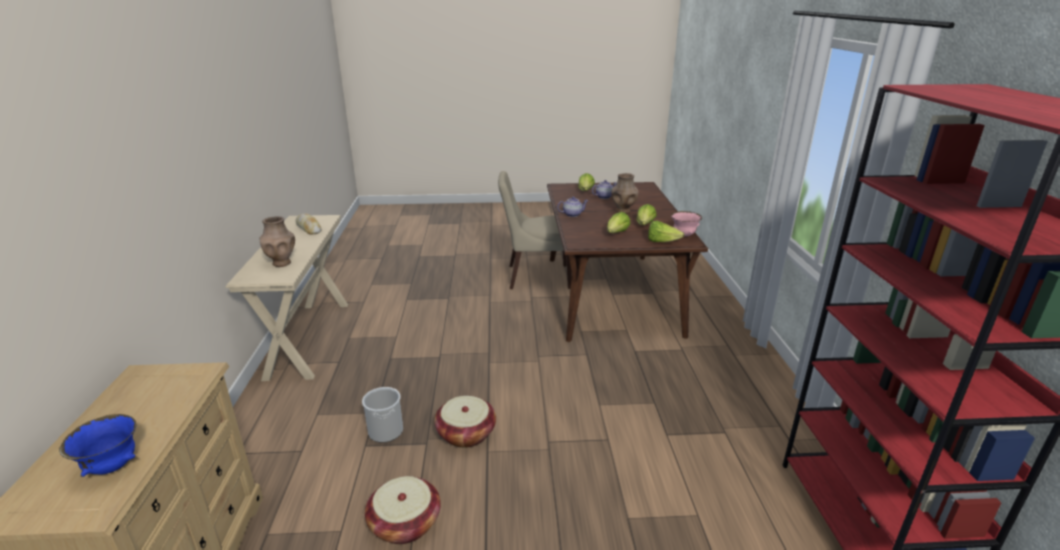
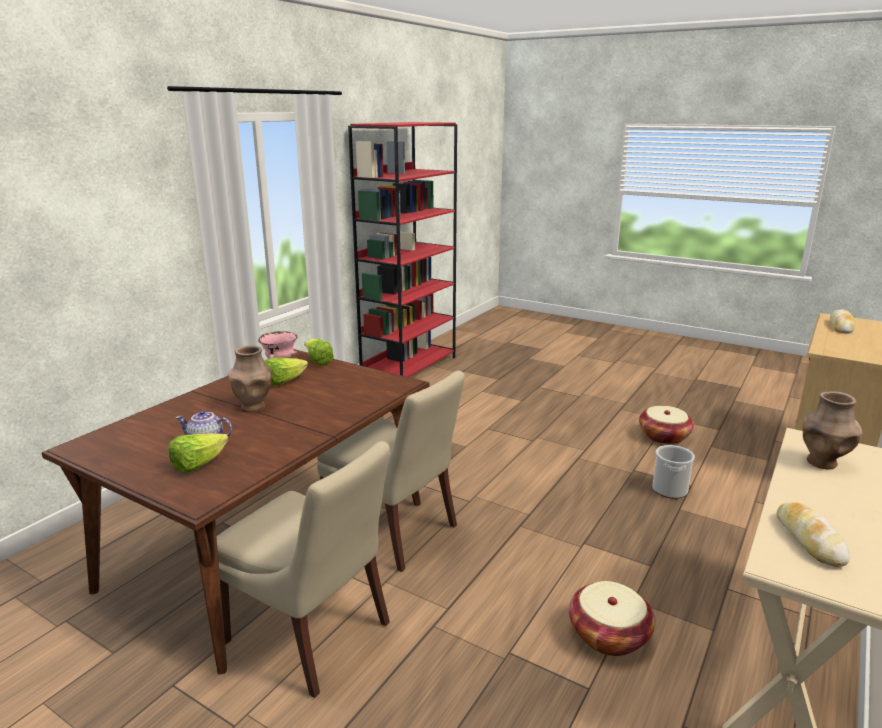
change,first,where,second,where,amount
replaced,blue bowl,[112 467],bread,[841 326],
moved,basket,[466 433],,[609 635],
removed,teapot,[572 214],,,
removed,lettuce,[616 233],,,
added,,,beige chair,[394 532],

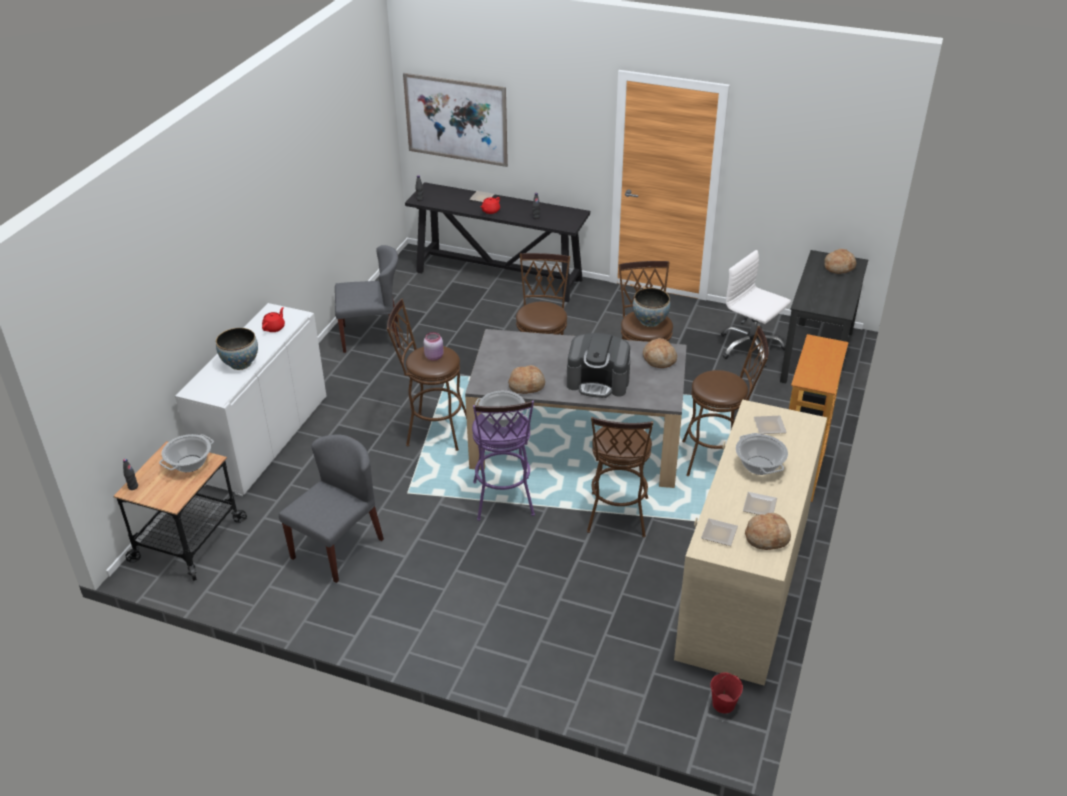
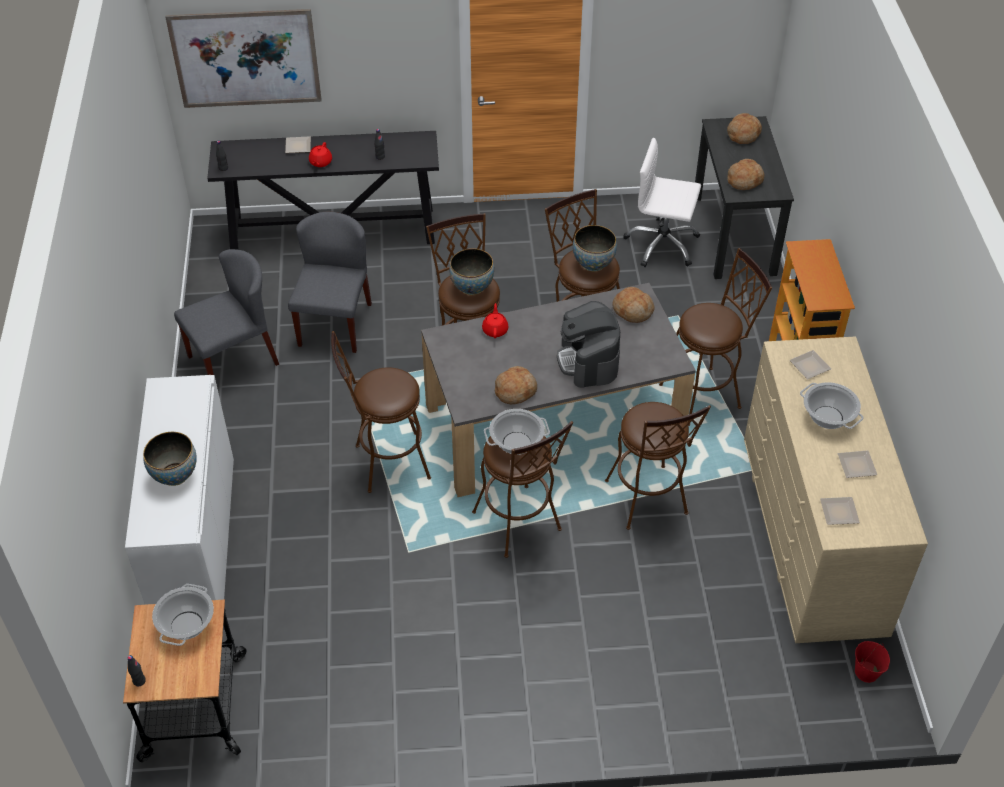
change,first,where,second,where,amount
moved,red teapot,[274 327],,[495 330],
moved,grey chair,[337 548],,[335 324],
removed,pink jar,[434 356],,,
recoloured,purple stool,[503 503],brown stool,[520 526],
turned,coffee machine,[598 382],,[588 361],90 degrees clockwise
moved,bread,[767 537],,[744 180],
added,,,bowl,[472 287],

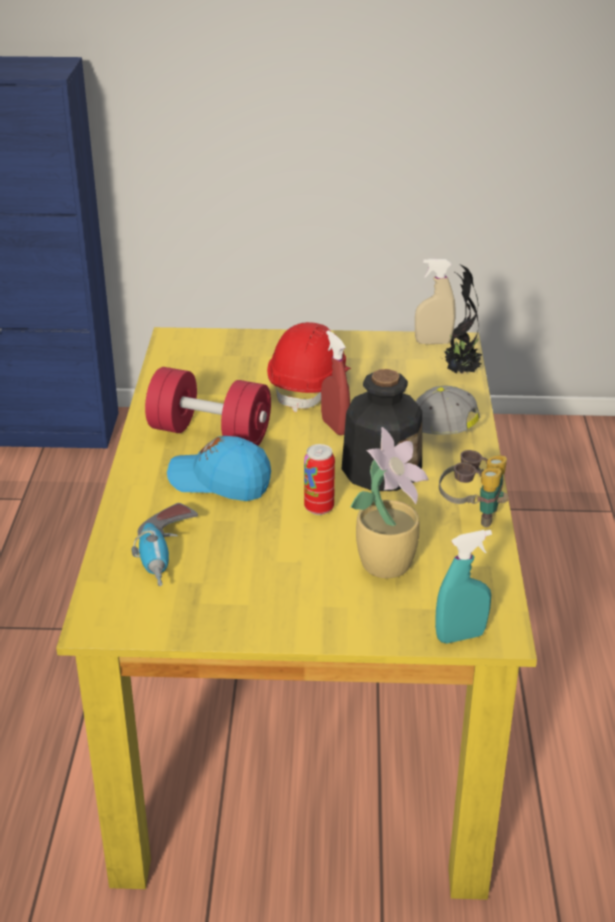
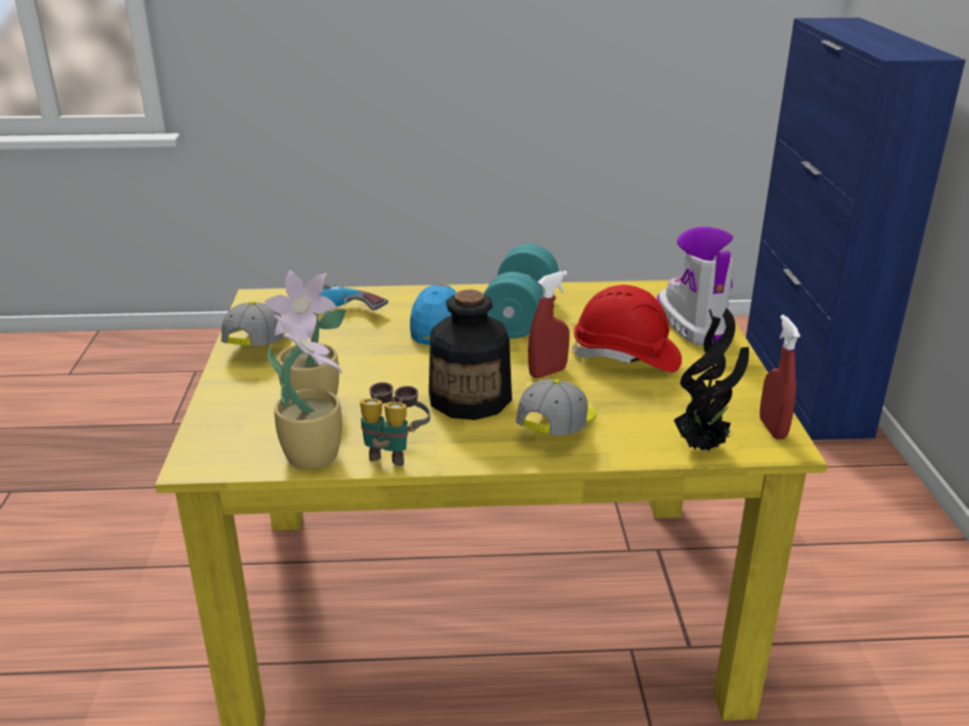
change,first,where,second,where,amount
recoloured,red dumbbell,[210 433],turquoise dumbbell,[519 316],
removed,can,[319 508],,,
recoloured,beige spray bottle,[433 342],red spray bottle,[772 428],
removed,turquoise spray bottle,[460 636],,,
added,,,cap,[260 345],
added,,,potted plant,[313 455],
added,,,boot,[692 323],

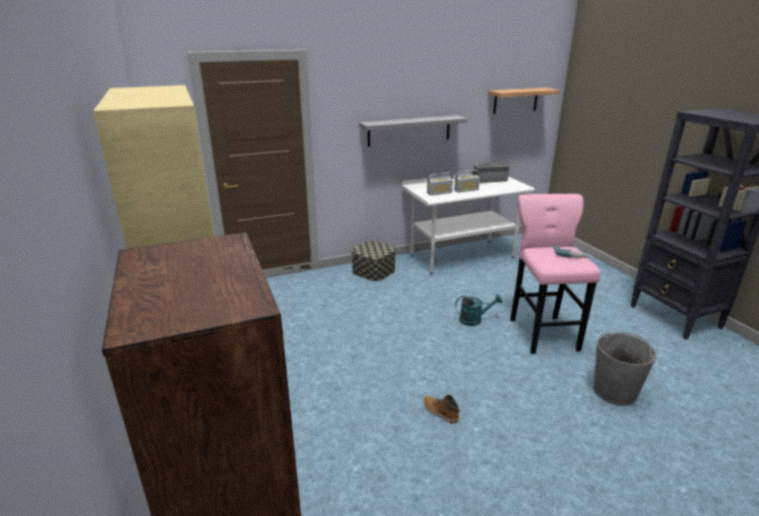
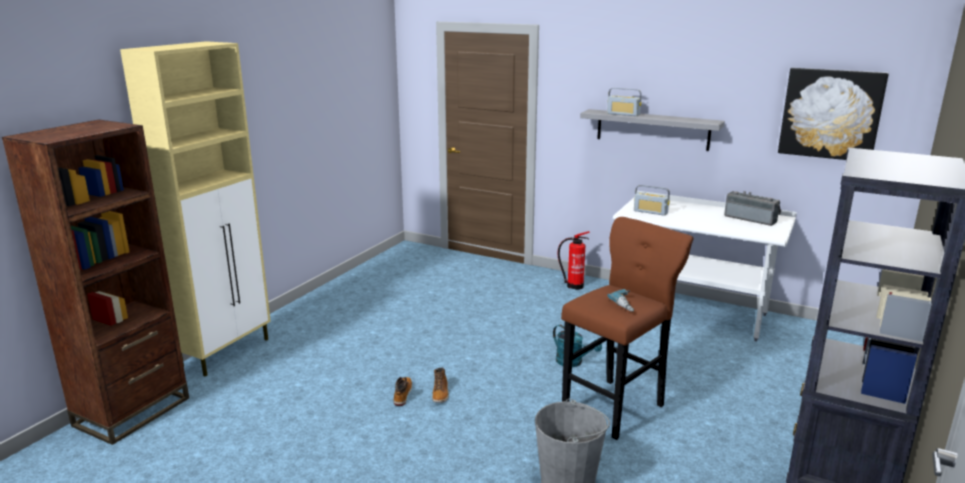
change,first,where,second,where,amount
replaced,storage box,[373 271],fire extinguisher,[573 286],
moved,radio,[466 190],,[623 114],
replaced,shelf,[515 100],picture,[830 114],
recoloured,pink stool,[542 332],brown stool,[616 406],
added,,,boot,[440 393],

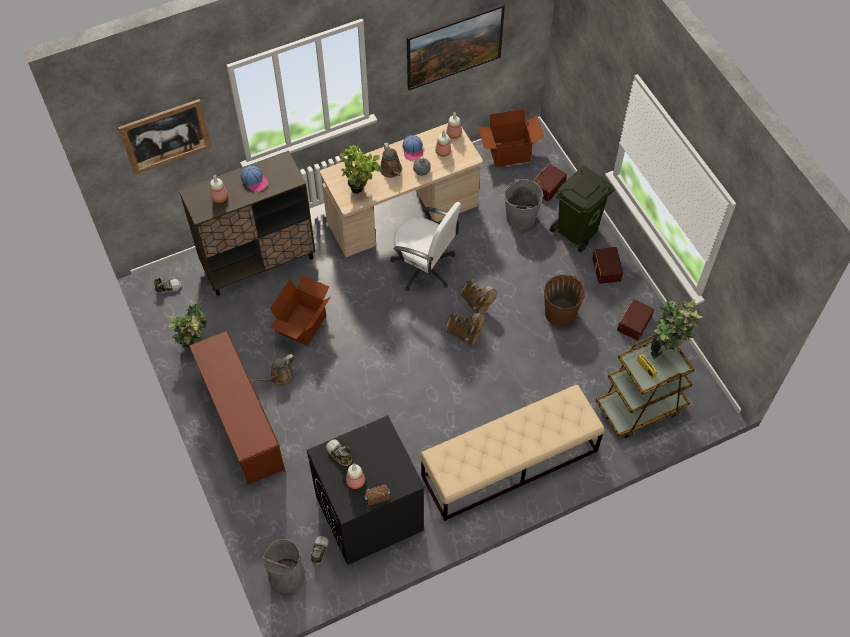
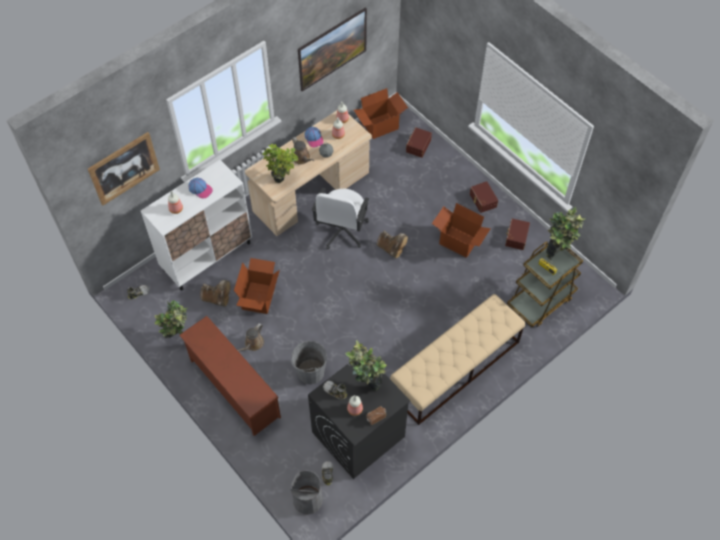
change,first,where,second,where,amount
recoloured,brown cabinet,[259 262],white cabinet,[207 256],
turned,white office chair,[424 267],,[341 230],90 degrees clockwise
moved,brown boot,[464 334],,[217 299],
moved,grey bucket,[520 217],,[310 372],
replaced,brown bucket,[560 313],cardboard box,[458 242],
removed,green trash can,[577 231],,,
added,,,potted plant,[366 382],

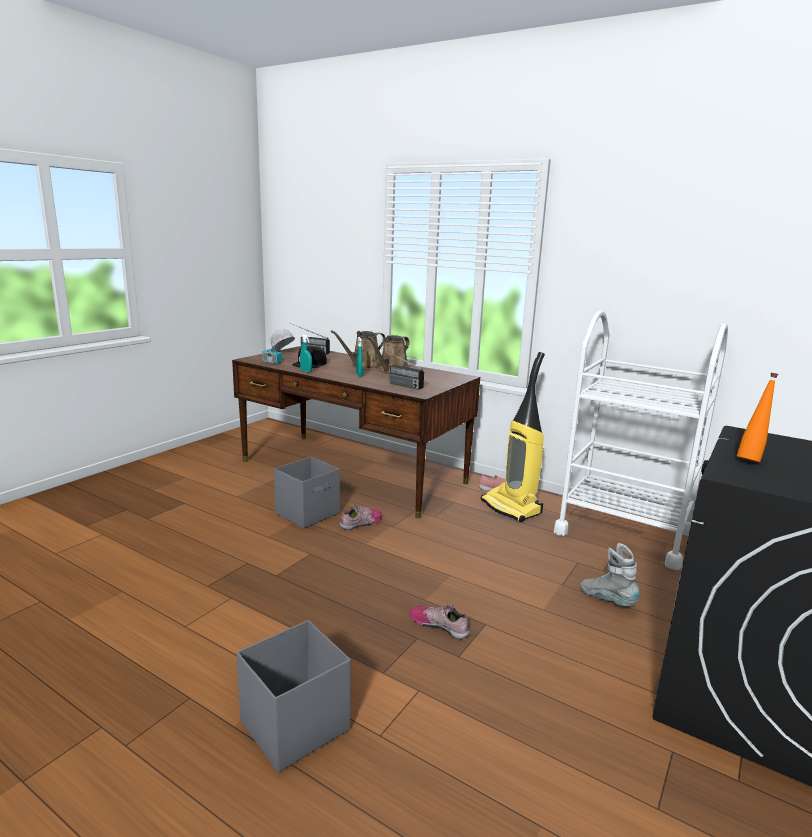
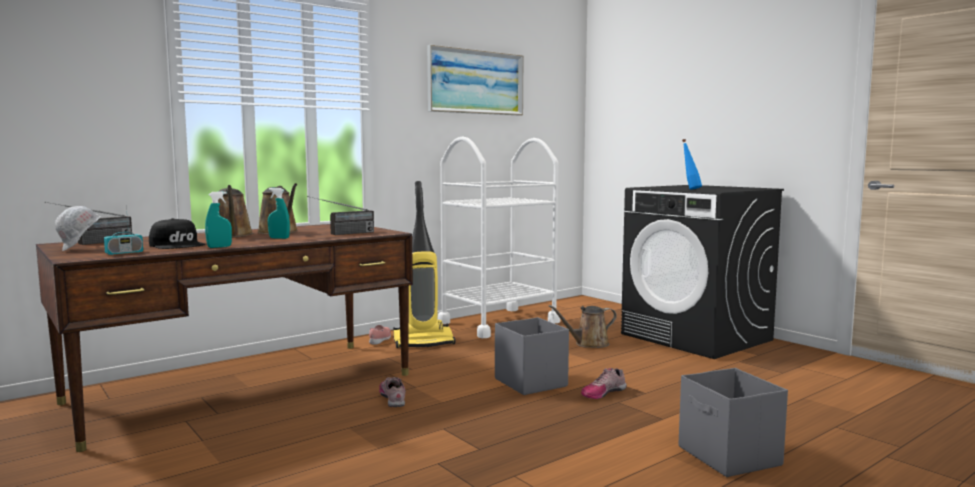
change,first,where,second,where,amount
moved,grey storage box,[308 513],,[530 382],
replaced,grey boot,[607 600],brown watering can,[588 344],
recoloured,orange bottle,[750 459],blue bottle,[690 189],
added,,,picture,[476 82],

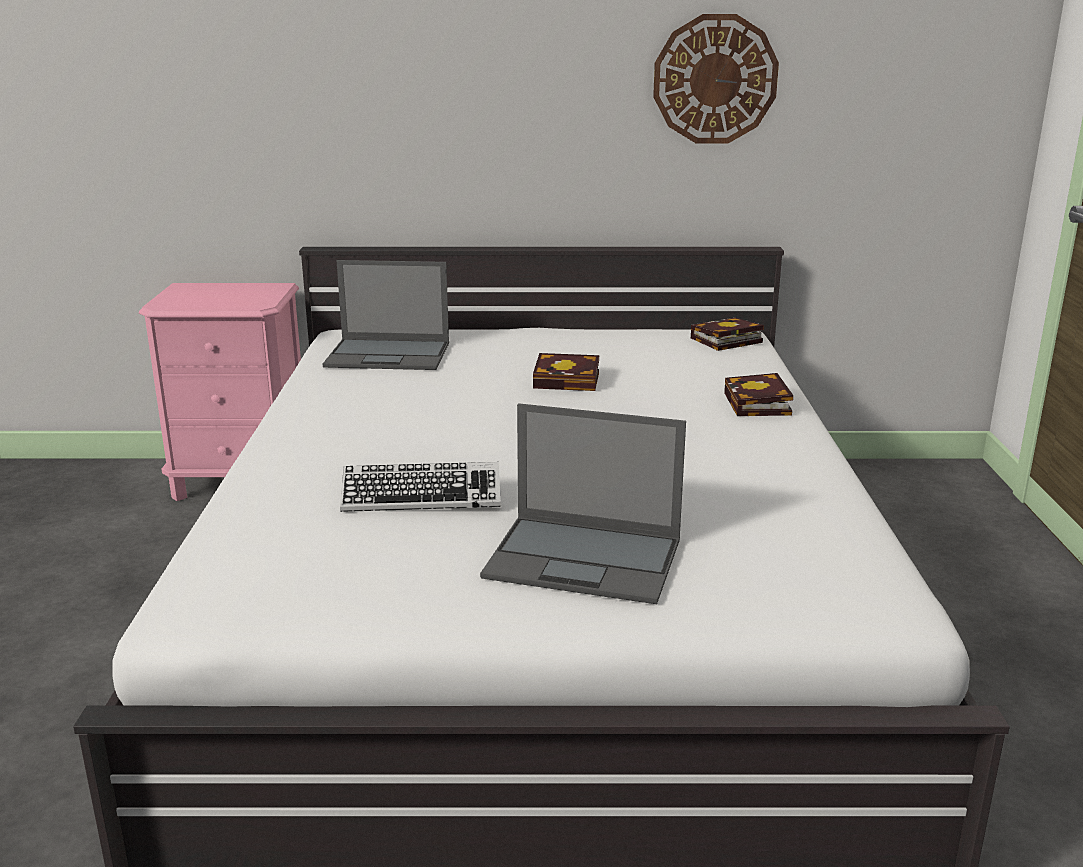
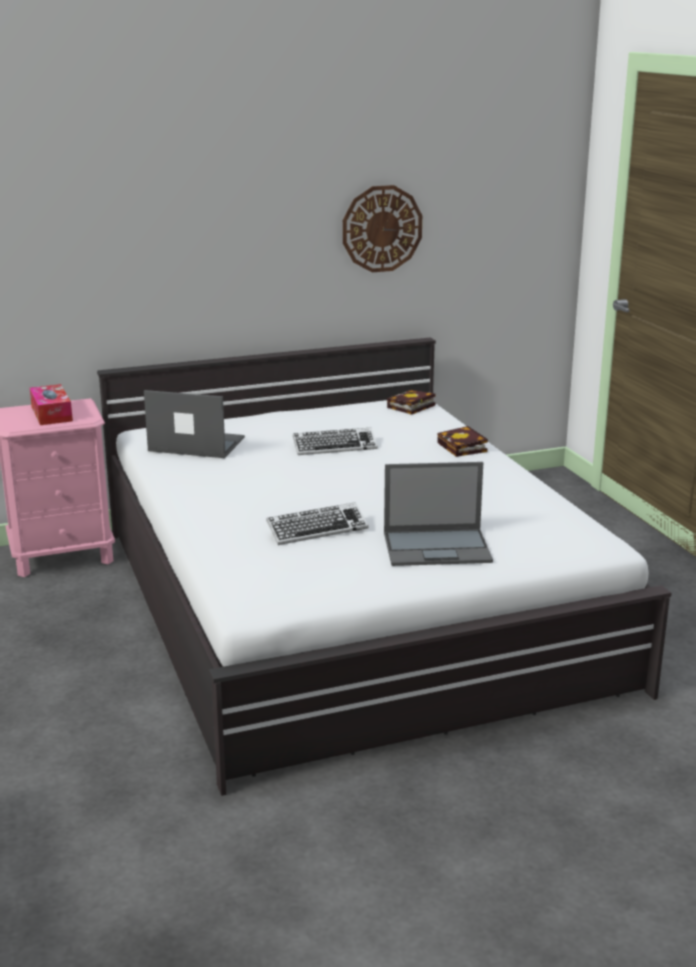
change,first,where,second,where,amount
turned,laptop,[389 355],,[195 444],150 degrees counterclockwise
replaced,book,[570 380],keyboard,[335 447],
added,,,tissue box,[51 414],

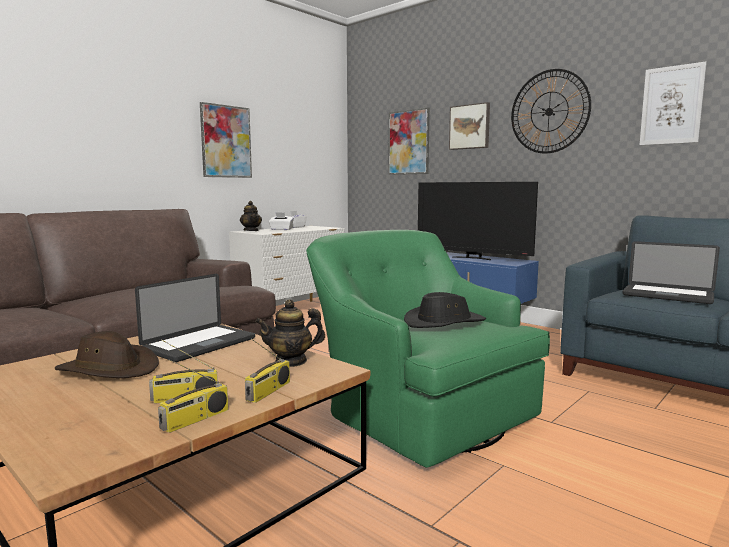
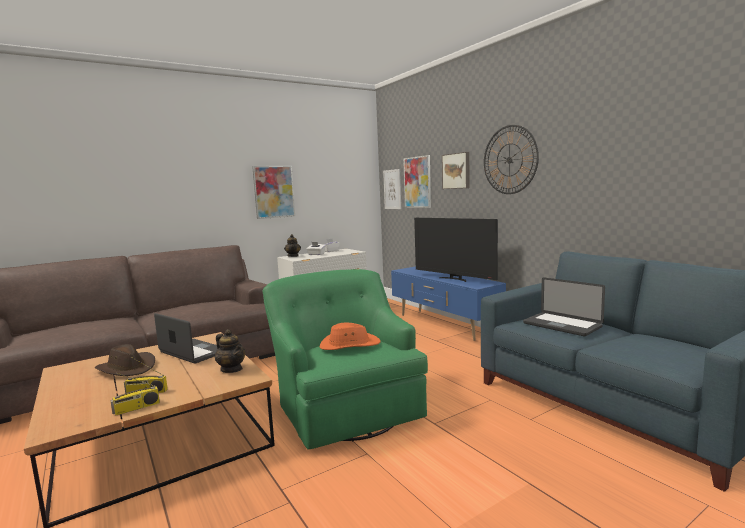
change,first,where,second,where,amount
turned,laptop,[200 344],,[193 352],105 degrees counterclockwise
removed,radio,[268 391],,,
turned,teapot,[291 361],,[231 369],135 degrees counterclockwise
recoloured,black hat,[444 322],orange hat,[349 345],
moved,picture,[671 105],,[392 189],

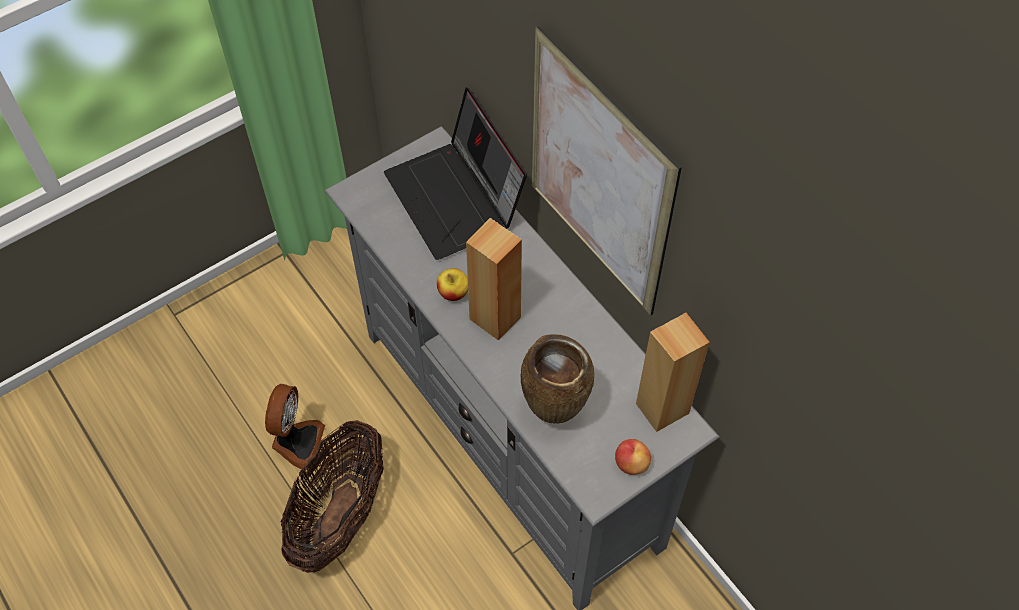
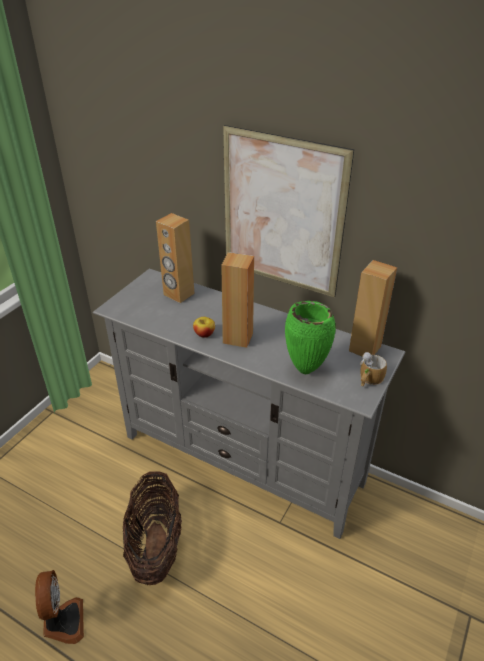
change,first,where,second,where,amount
moved,fan,[297 442],,[63 622],
replaced,laptop,[456 199],brown speaker,[178 294],
recoloured,brown vase,[556 412],green vase,[306 370],
replaced,apple,[631 463],mug,[369 379],

